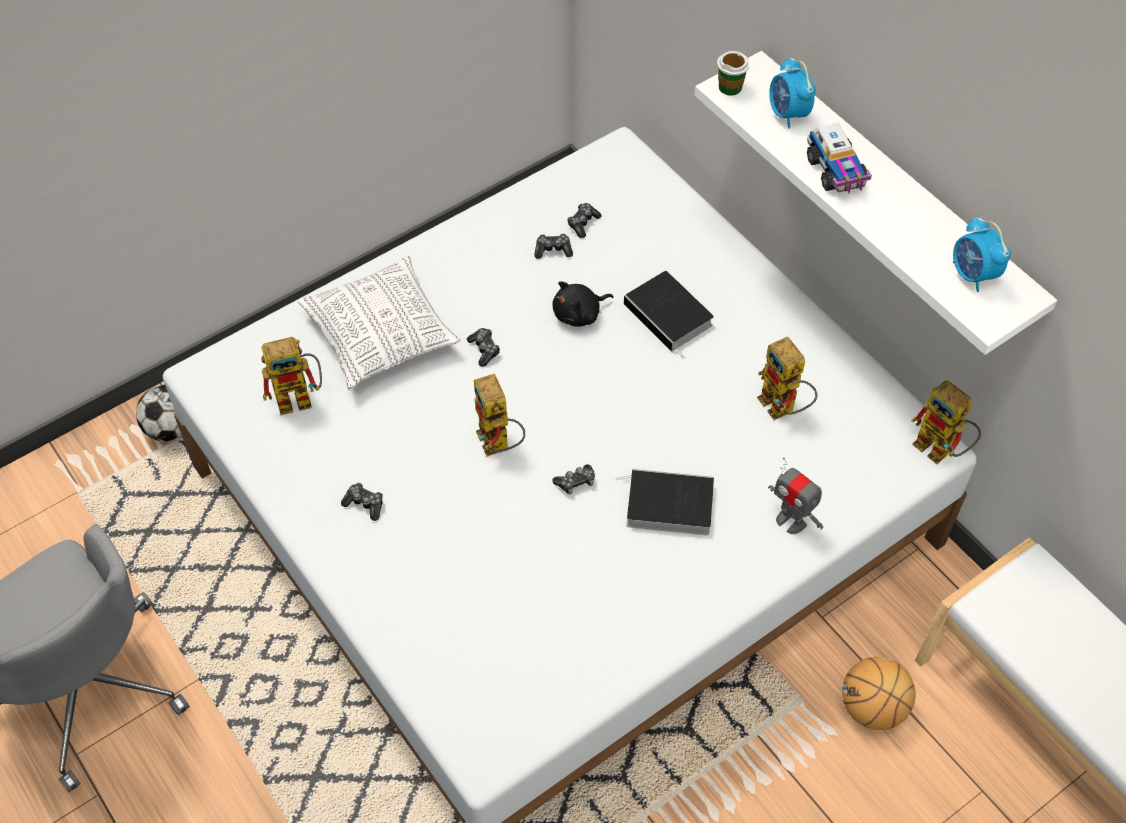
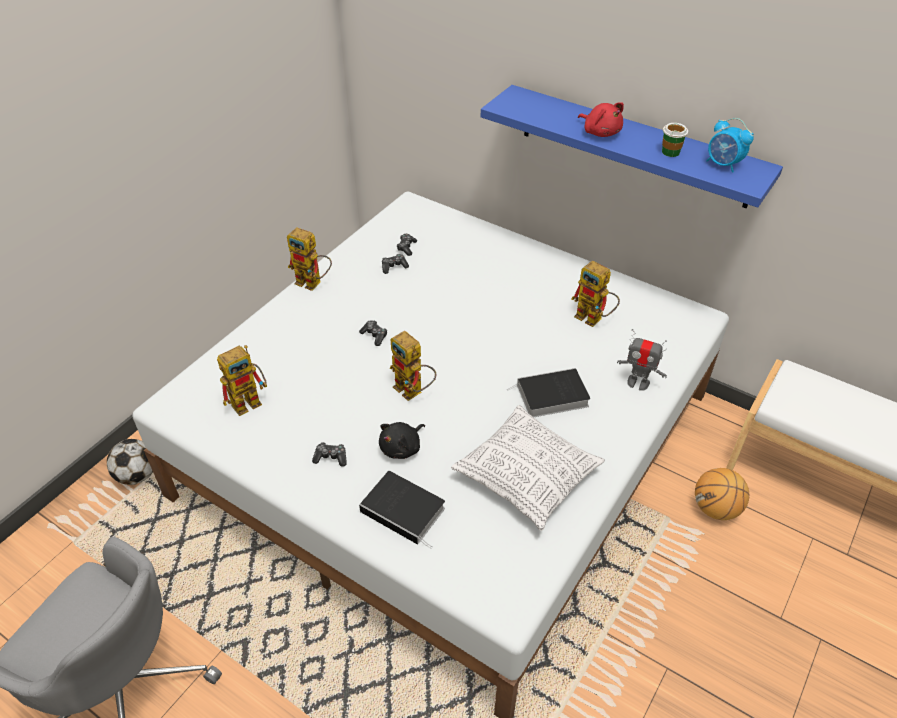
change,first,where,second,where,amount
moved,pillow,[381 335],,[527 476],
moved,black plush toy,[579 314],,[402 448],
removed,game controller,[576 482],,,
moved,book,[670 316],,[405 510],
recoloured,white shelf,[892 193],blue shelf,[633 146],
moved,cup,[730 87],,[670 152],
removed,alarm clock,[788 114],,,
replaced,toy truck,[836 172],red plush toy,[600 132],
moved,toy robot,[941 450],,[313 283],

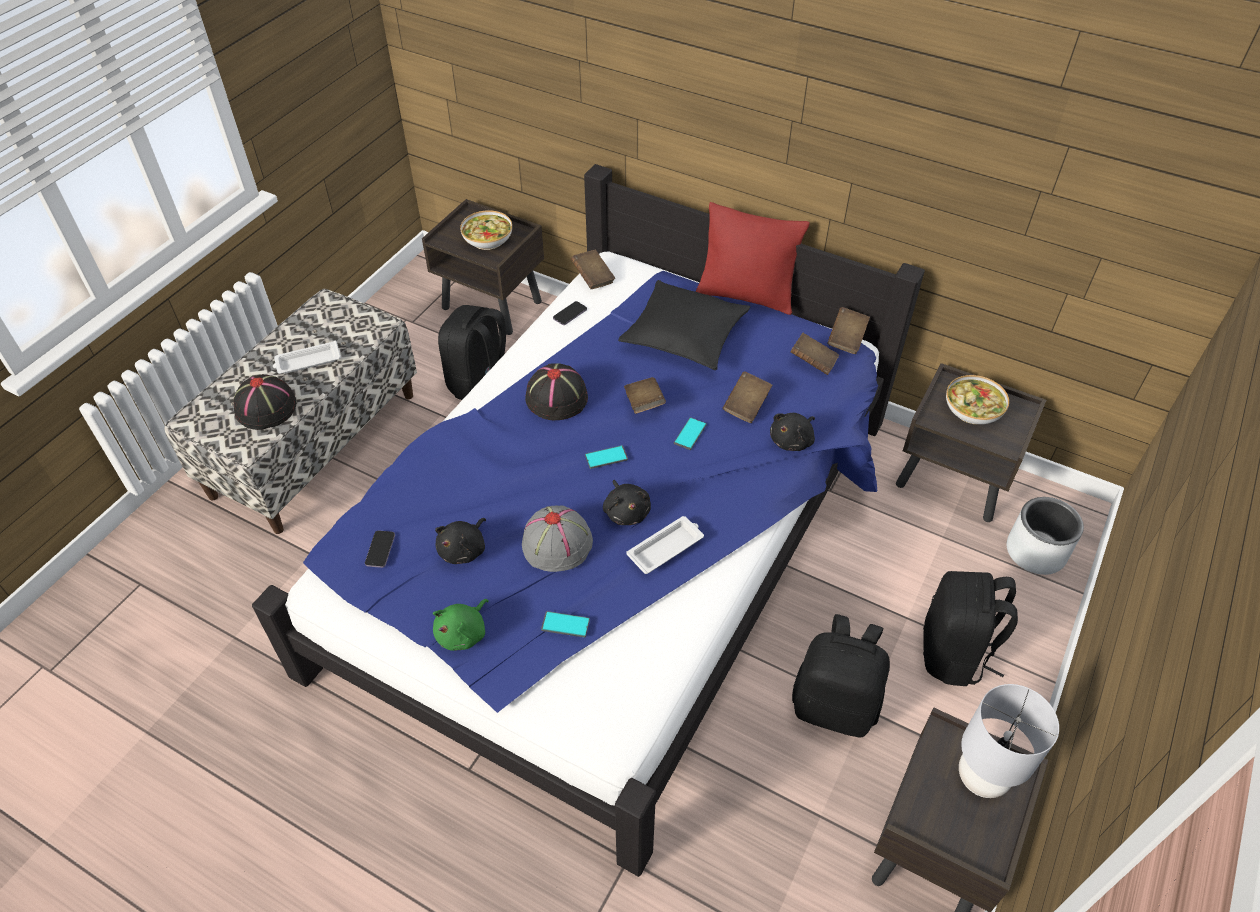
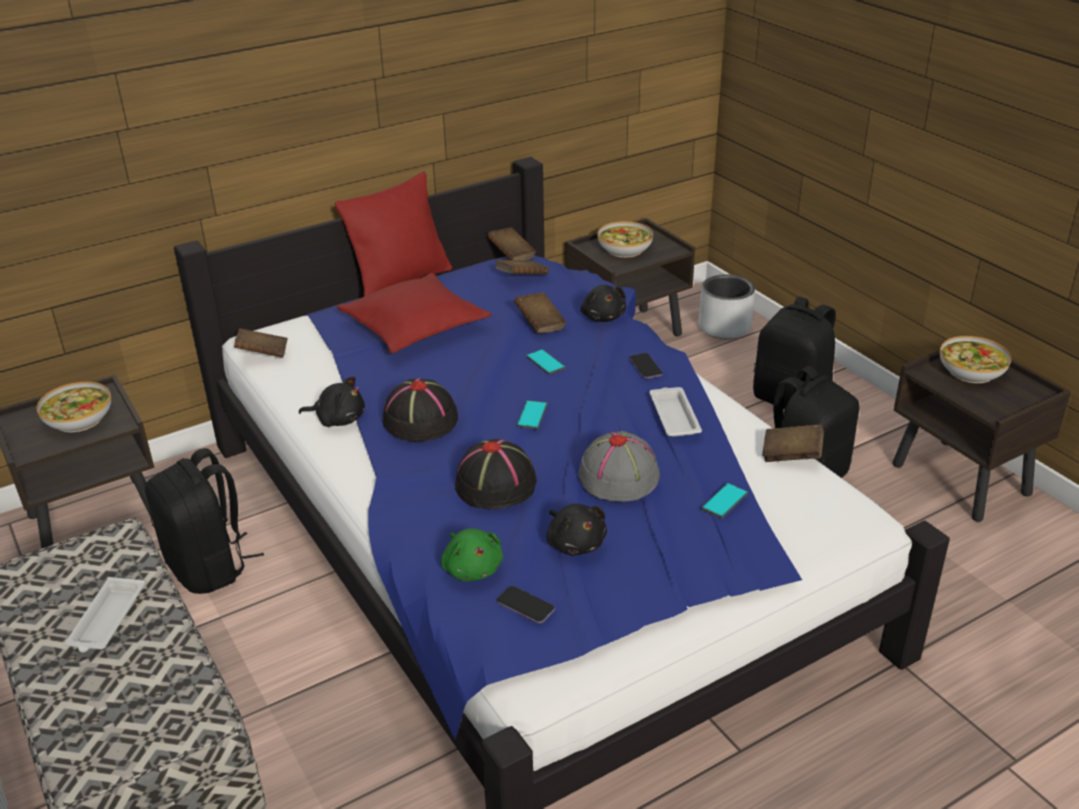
change,first,where,second,where,amount
moved,black hat,[266 408],,[496 484],
moved,green plush toy,[463 633],,[472 568],
moved,phone,[570 314],,[645 367],
moved,black plush toy,[626 511],,[338 419],
recoloured,black pillow,[684 335],red pillow,[415 326],
moved,brown book,[644 403],,[791 455],
replaced,grey table lamp,[982 778],bowl,[972 371],

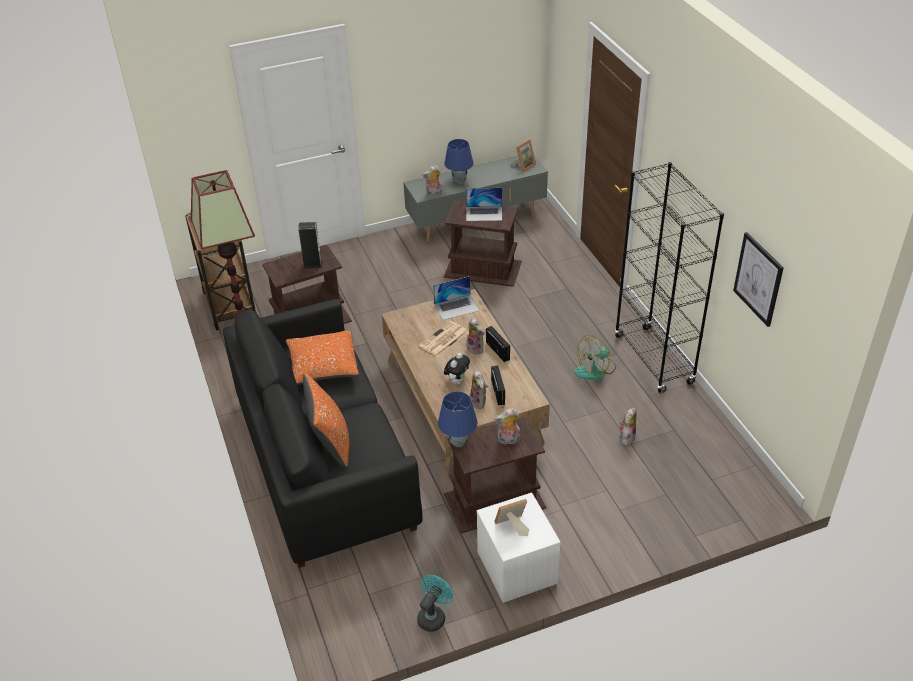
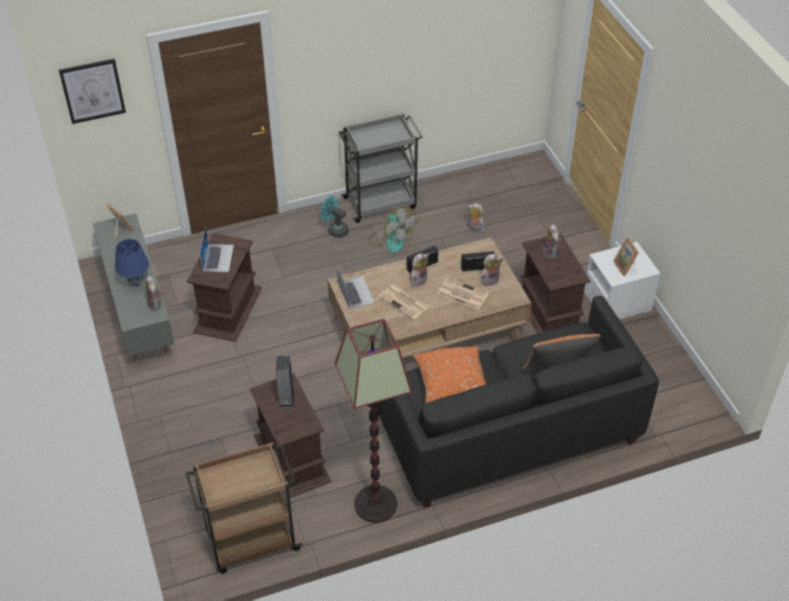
change,first,where,second,where,amount
moved,turquoise fan,[433 616],,[335 229],
removed,blue table lamp,[458 442],,,
replaced,plush toy,[457 381],newspaper,[462 294],
replaced,black bookcase,[654 360],grey cart,[381 202],
moved,picture,[758 279],,[92 91],

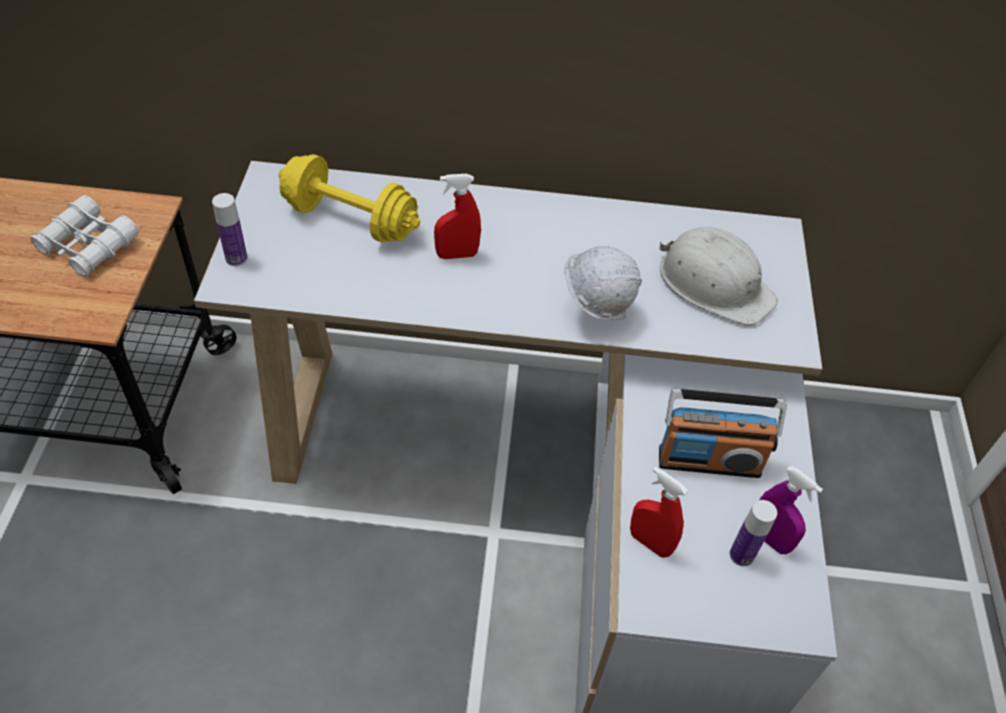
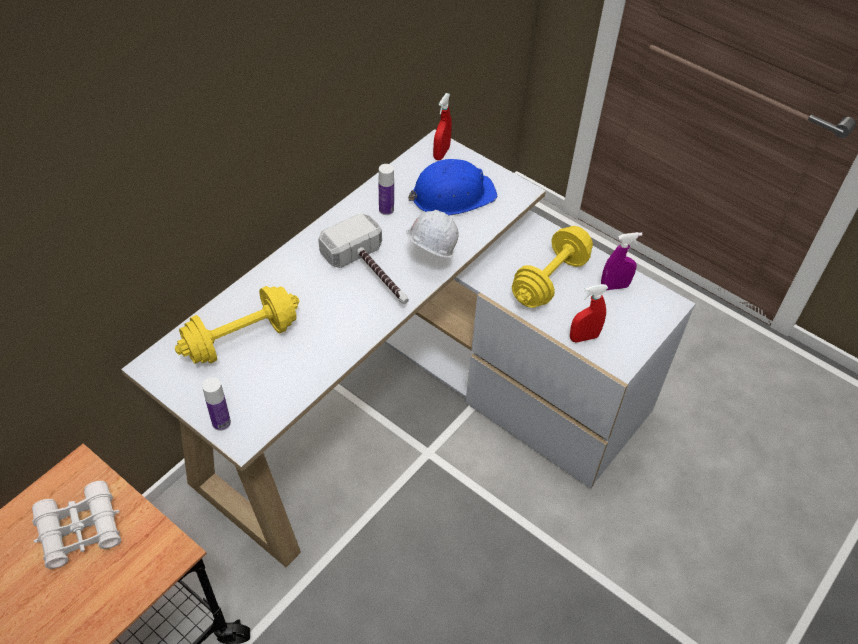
change,first,where,second,where,amount
moved,red spray bottle,[457 255],,[441 153],
recoloured,white hard hat,[714 283],blue hard hat,[452 195],
replaced,radio,[709 460],yellow dumbbell,[550 280],
moved,bottle,[741 555],,[386 210],
added,,,hammer,[372 274],

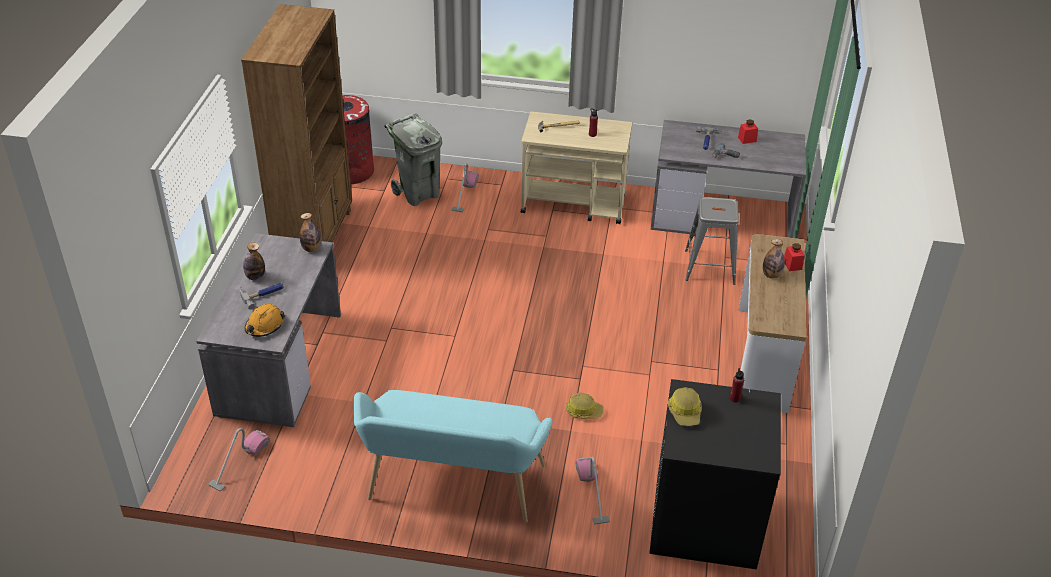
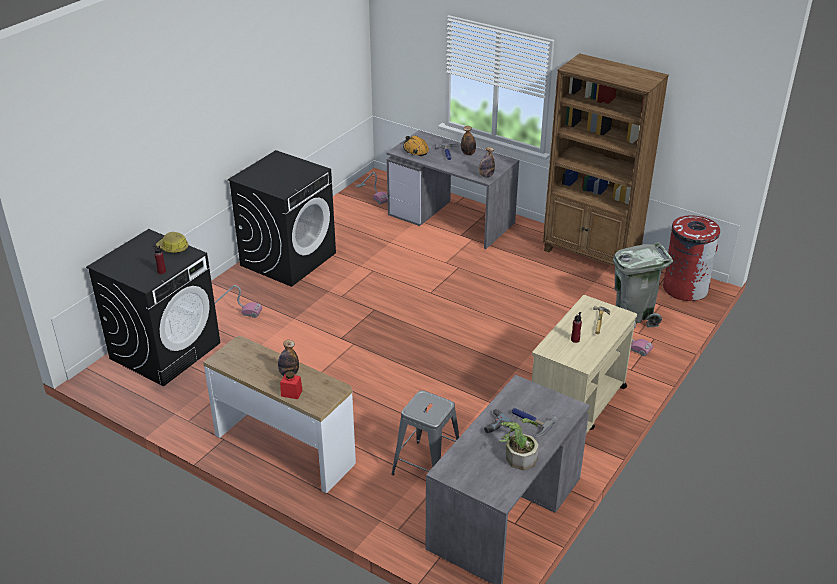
change,first,where,second,where,amount
replaced,turquoise bench,[452 488],black washing machine,[288 259],
removed,hard hat,[584 411],,,
replaced,red jar,[747 139],potted plant,[518 455],

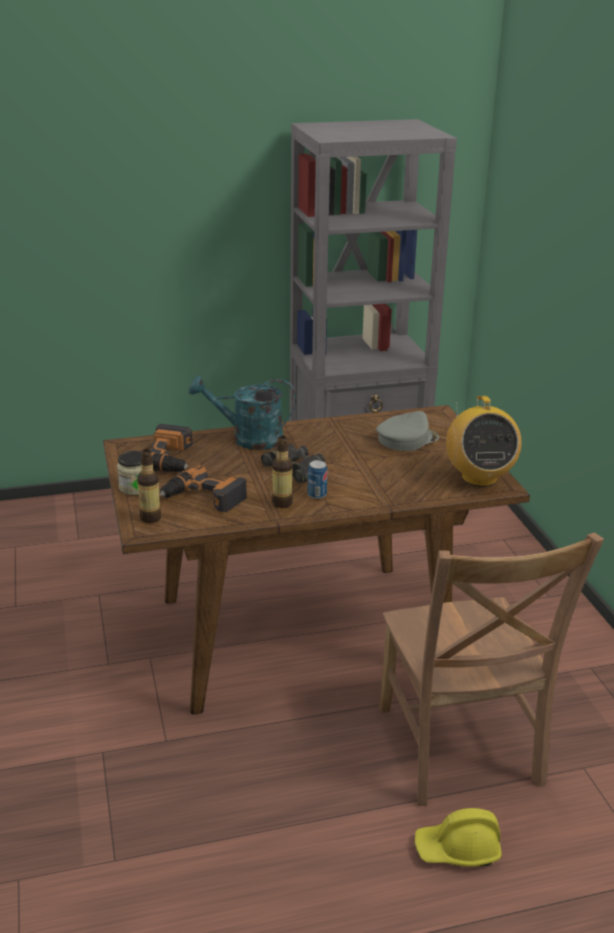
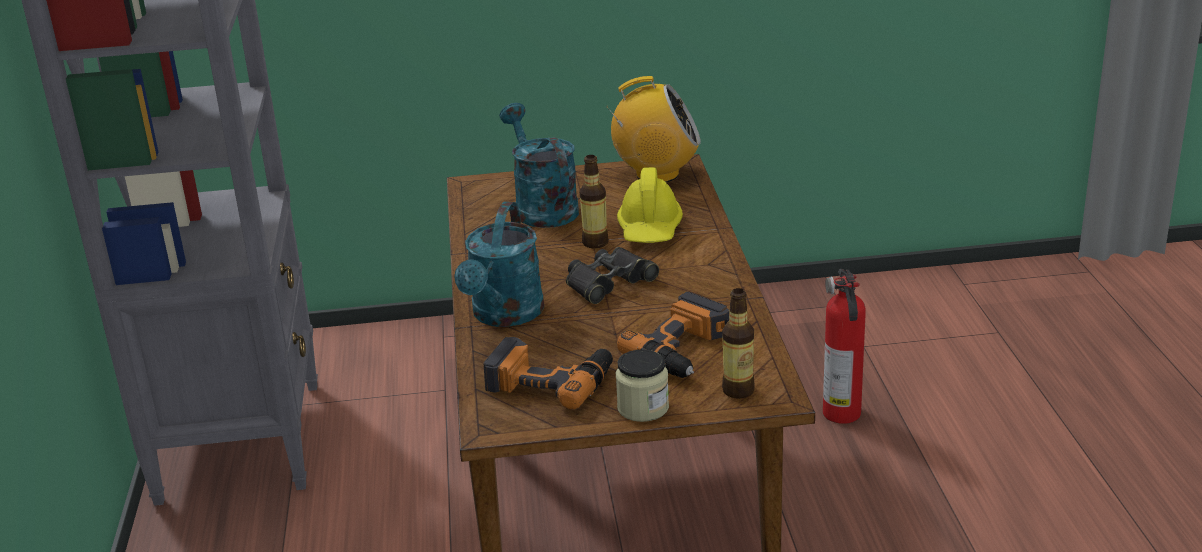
change,first,where,second,where,amount
moved,bottle,[282 503],,[595 243],
removed,can,[317 494],,,
replaced,grey cap,[406 439],turquoise watering can,[541 207],
replaced,brown chair,[460 750],fire extinguisher,[842 414],
moved,yellow hard hat,[458 850],,[650 229],

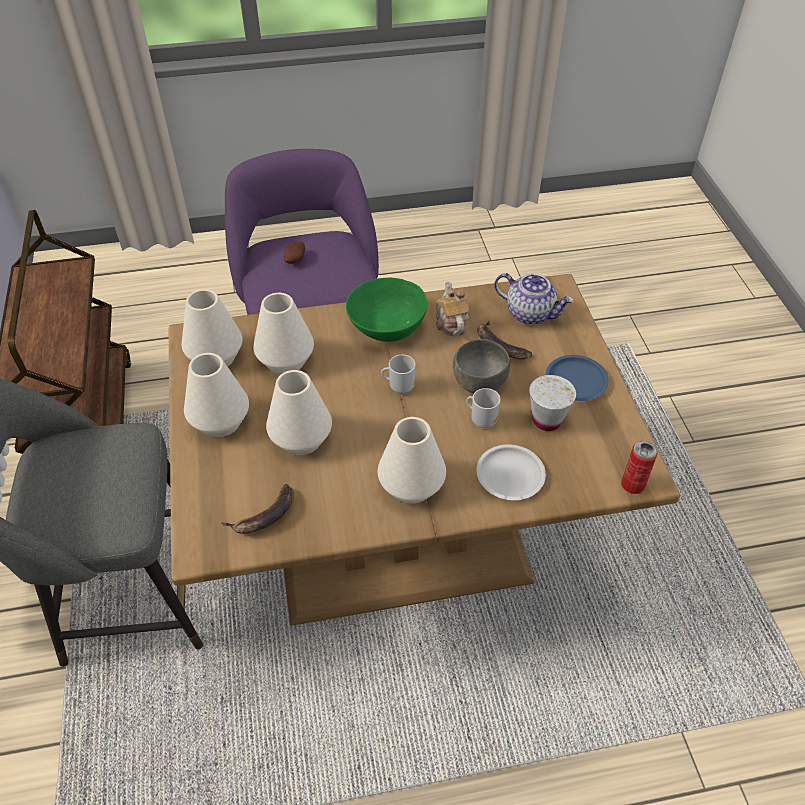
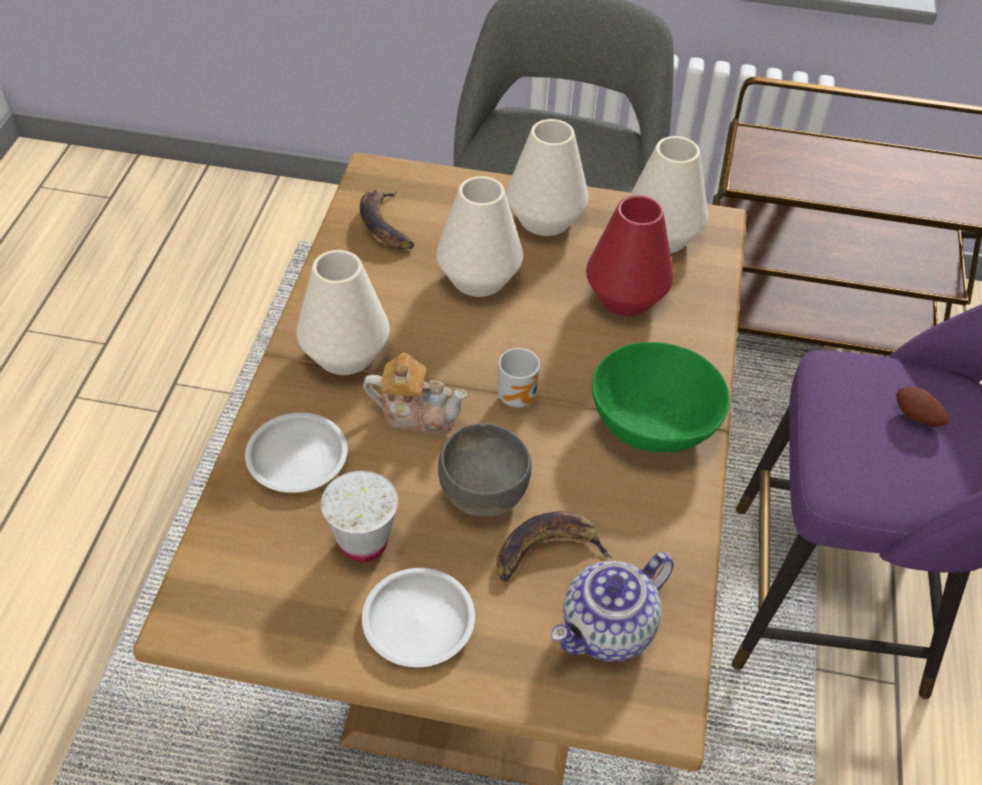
change,first,where,second,where,amount
recoloured,white vase,[286 361],red vase,[626 297],
moved,teapot,[451 323],,[416 413],
removed,mug,[482 420],,,
recoloured,blue plate,[575 381],white plate,[418 620],
removed,can,[632 485],,,

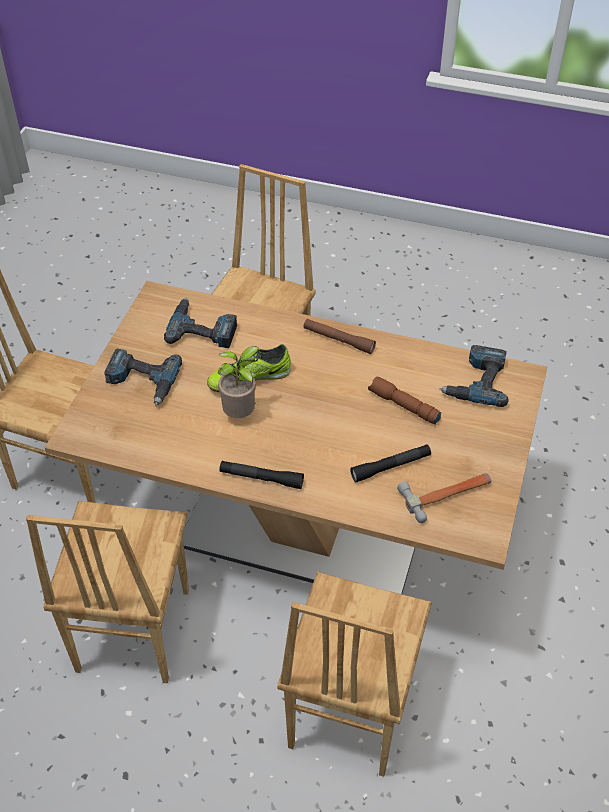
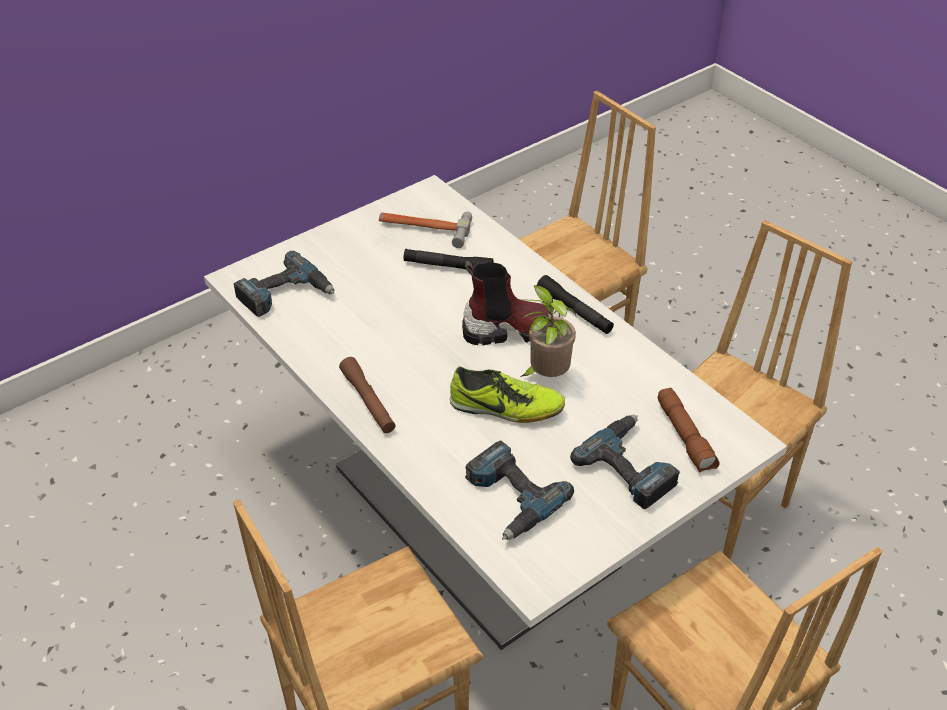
change,first,where,second,where,amount
recoloured,brown dining table,[304 526],white dining table,[473 516],
moved,brown flashlight,[403 406],,[686 437],
added,,,boot,[511 330],

